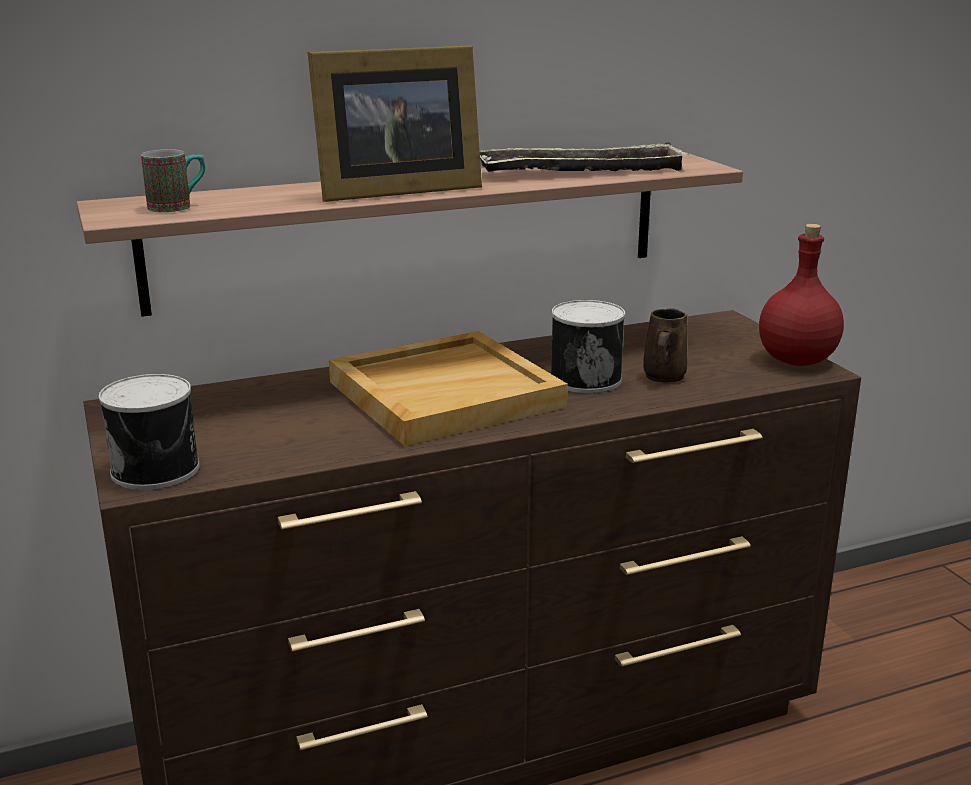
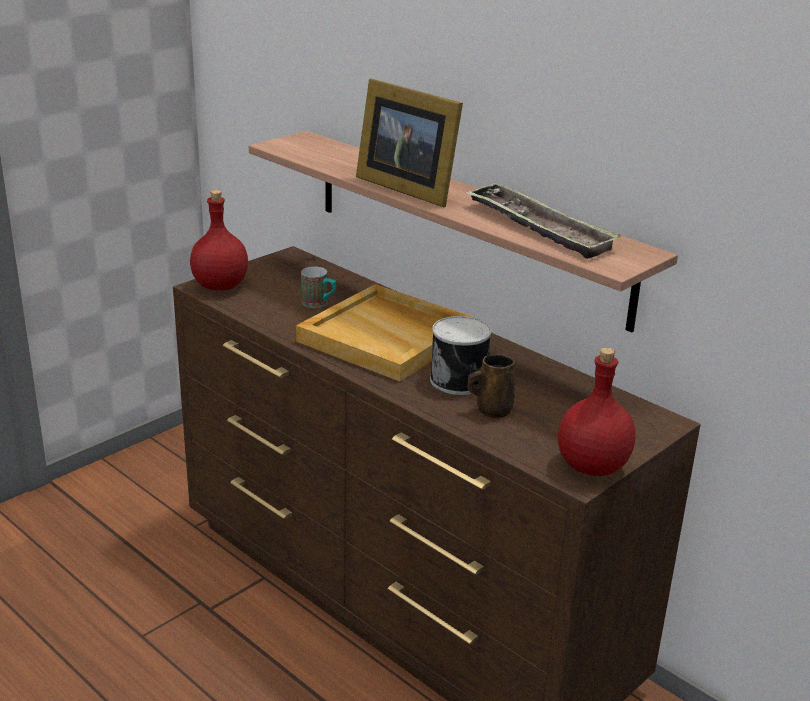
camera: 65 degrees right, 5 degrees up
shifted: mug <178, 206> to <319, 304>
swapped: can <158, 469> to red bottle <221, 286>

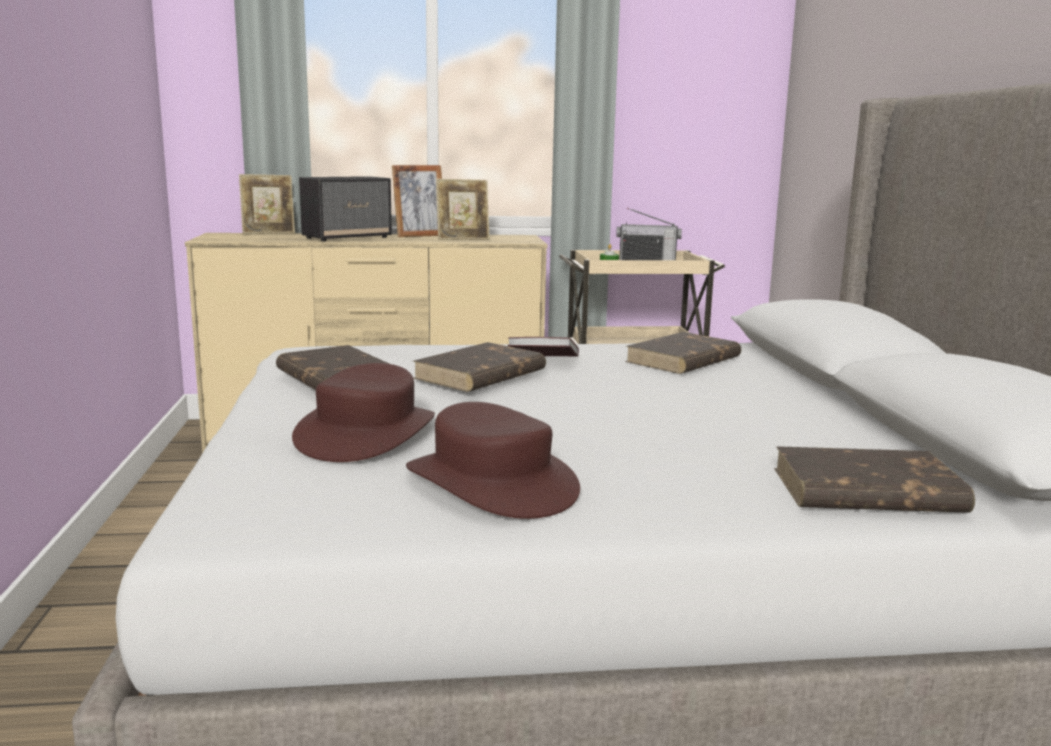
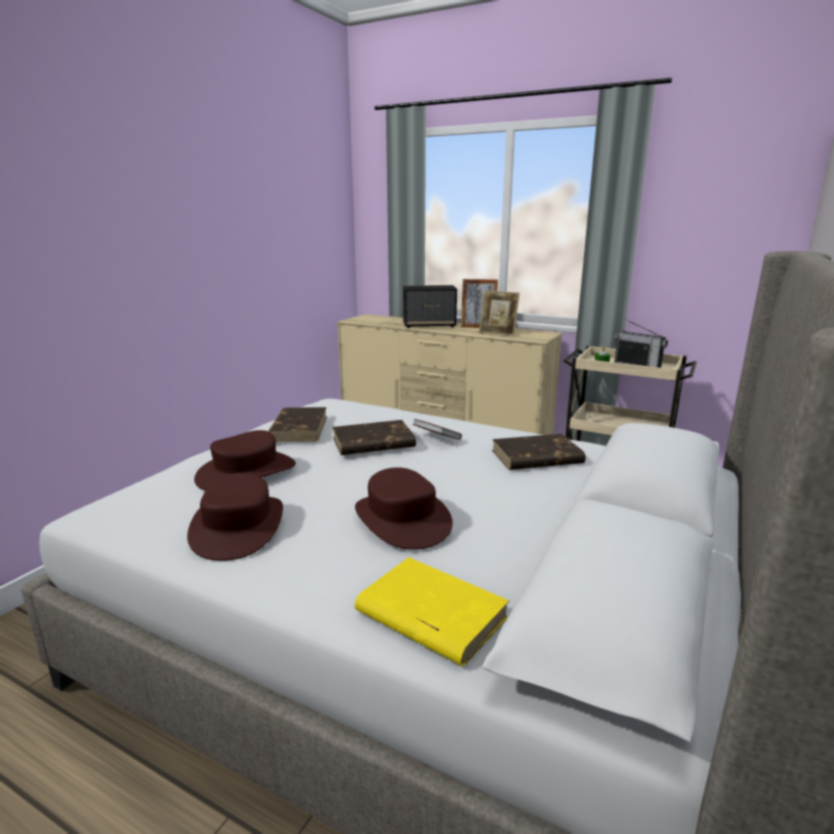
camera: 35 degrees right, 5 degrees up
gone: picture frame <268, 233>
new: brown hat <401, 519>
repainted: brown book <865, 491> to yellow book <430, 615>

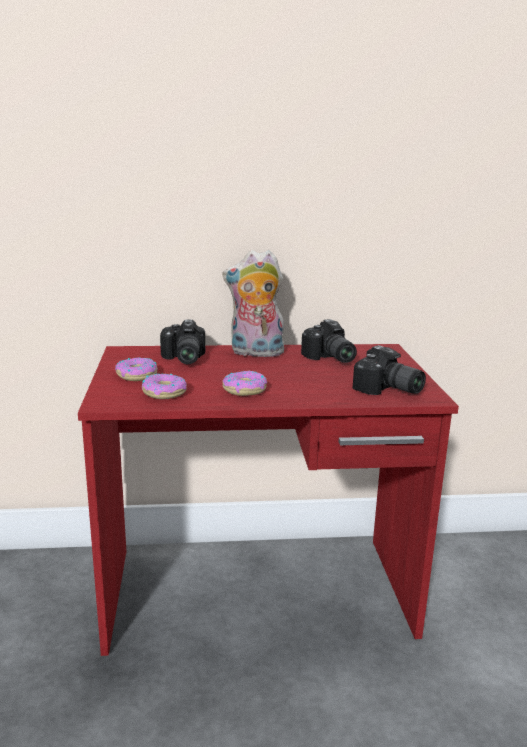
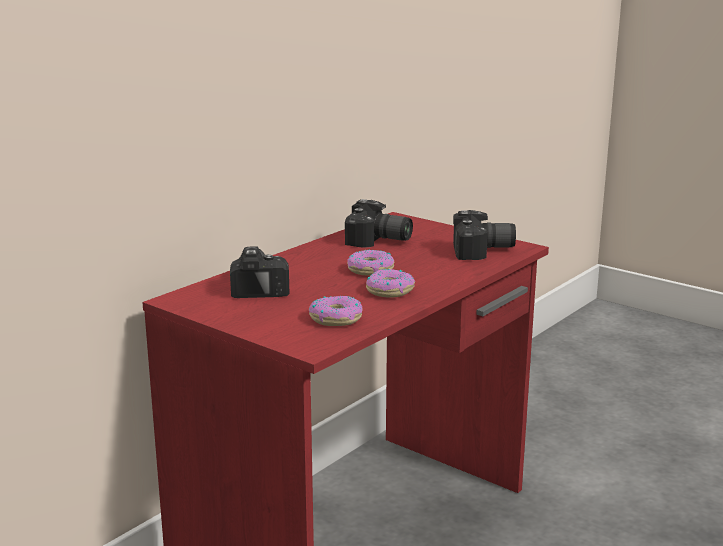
camera: 45 degrees left, 0 degrees up
gone: plush toy <255, 353>
shifted: donut <136, 375> to <370, 270>
rotated: photo camera <182, 359> = <260, 285> 135 degrees counterclockwise

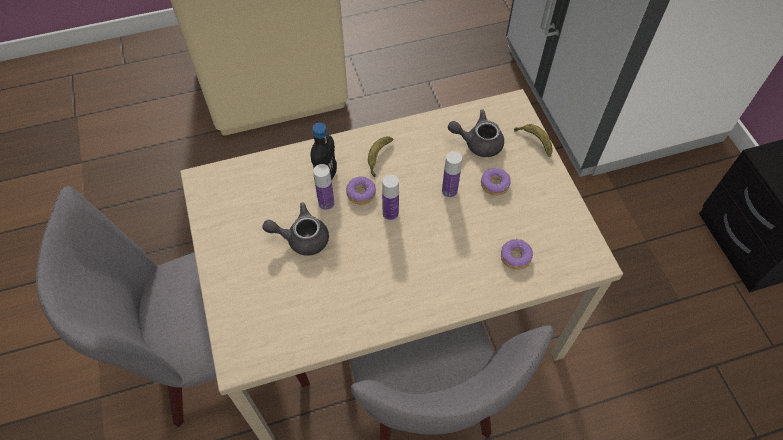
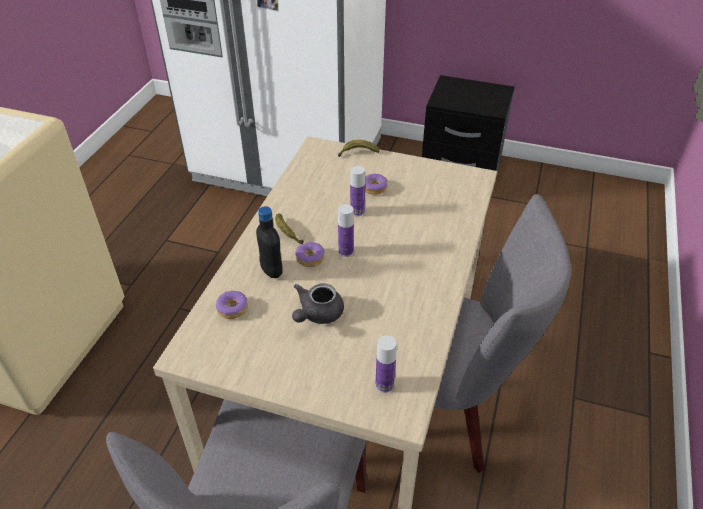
camera: 55 degrees left, 15 degrees down
gone: grey teapot <478, 143>
shifted: donut <515, 257> to <232, 309>; bottle <326, 203> to <384, 385>

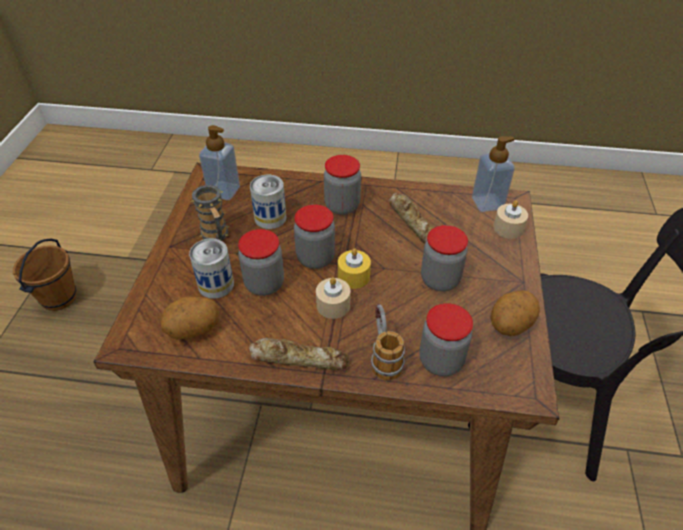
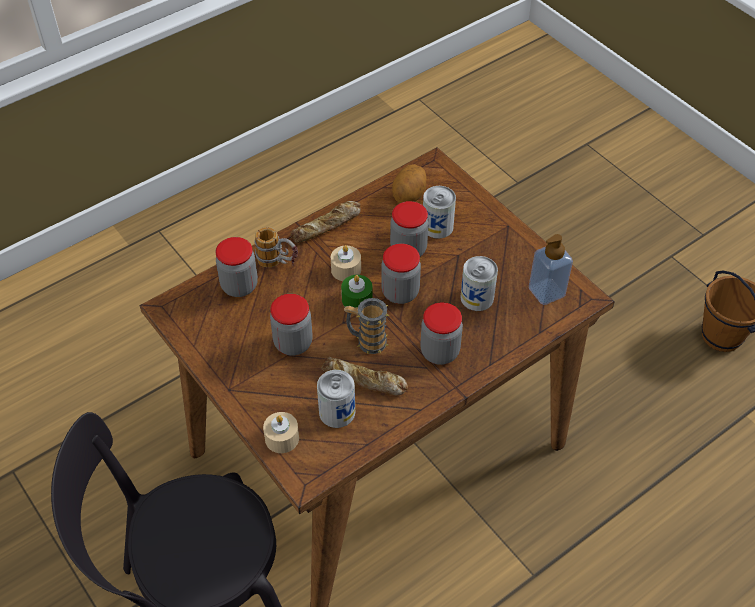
camera: 135 degrees right, 5 degrees up
gone: soap dispenser <487, 203>; potato <510, 325>
new: can <337, 412>
shifted: mug <216, 236> to <367, 341>
repainted: yellow candle <353, 276> to green candle <357, 299>

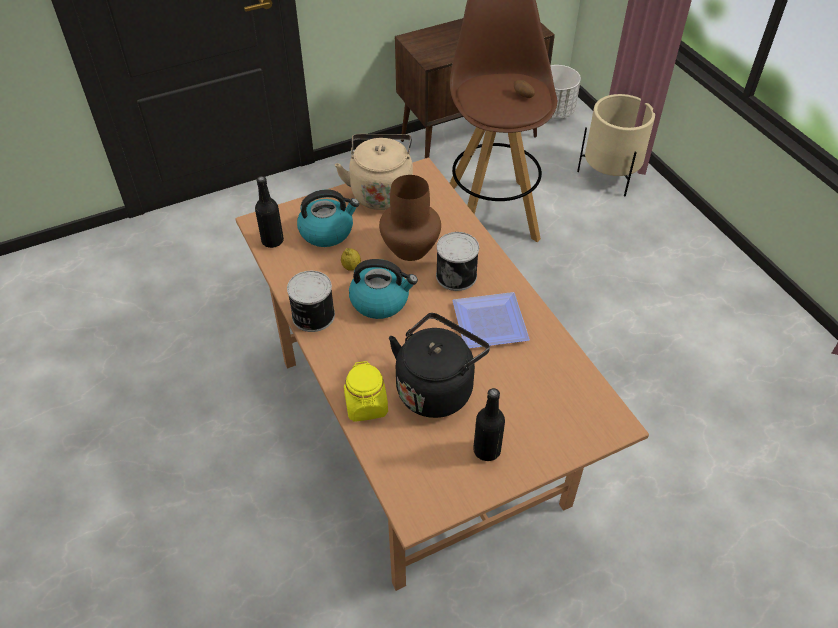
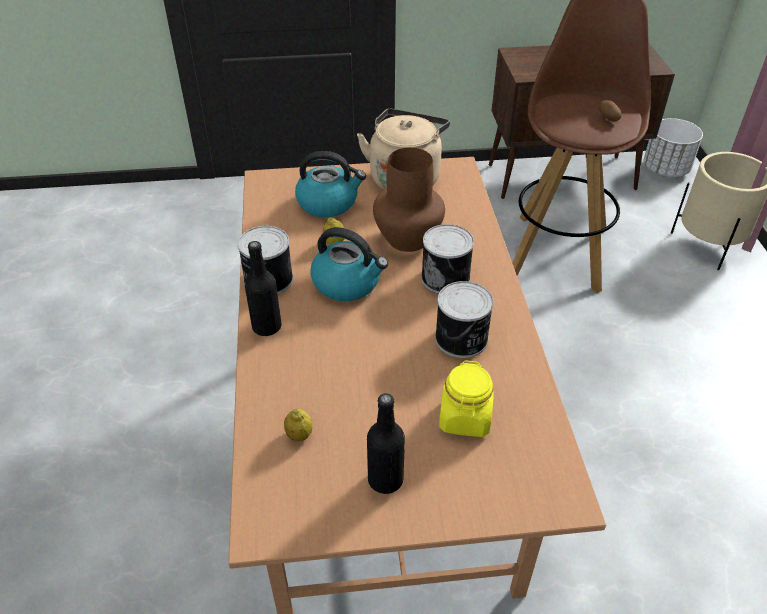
camera: 20 degrees right, 5 degrees down
gone: black kettle <436, 387>
new: lemon <299, 435>
shifted: black bottle <272, 241> to <267, 327>; yellow jar <366, 405> to <465, 418>
swapped: plate <492, 324> to can <462, 339>

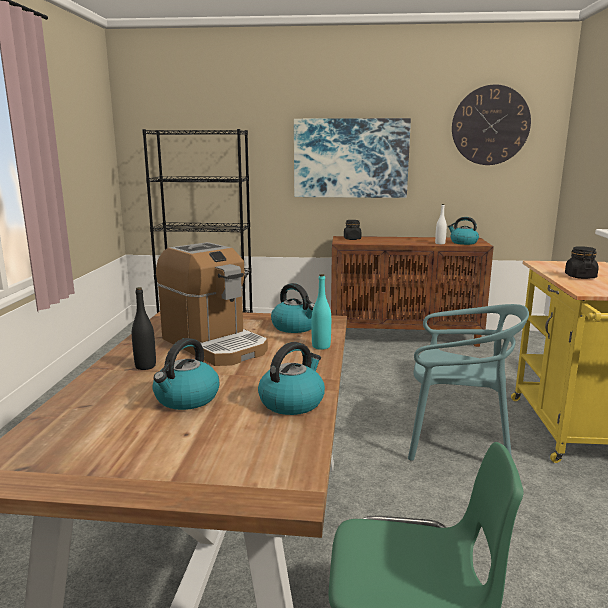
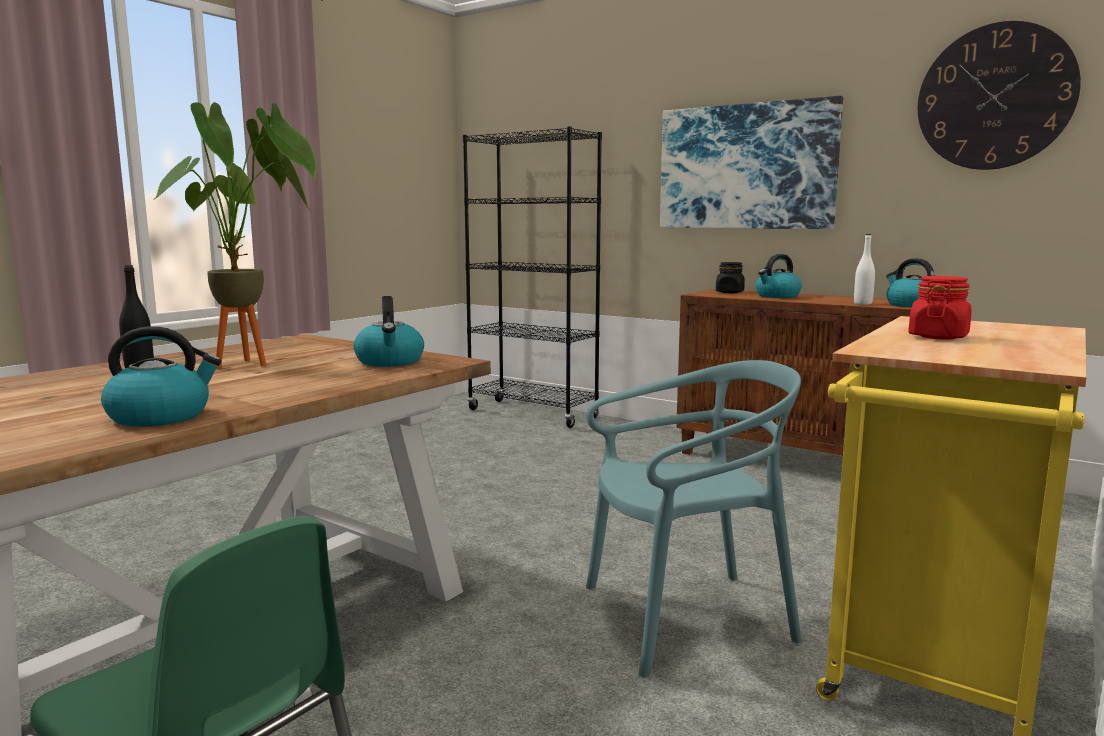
camera: 30 degrees right, 5 degrees down
gone: turquoise bottle <321, 346>
shifted: kettle <186, 399> to <777, 296>
swapped: coffee machine <214, 344> to potted plant <256, 363>
repainted: black jar <580, 277> to red jar <938, 337>
rotated: turquoise chair <457, 442> = <686, 618> 60 degrees counterclockwise

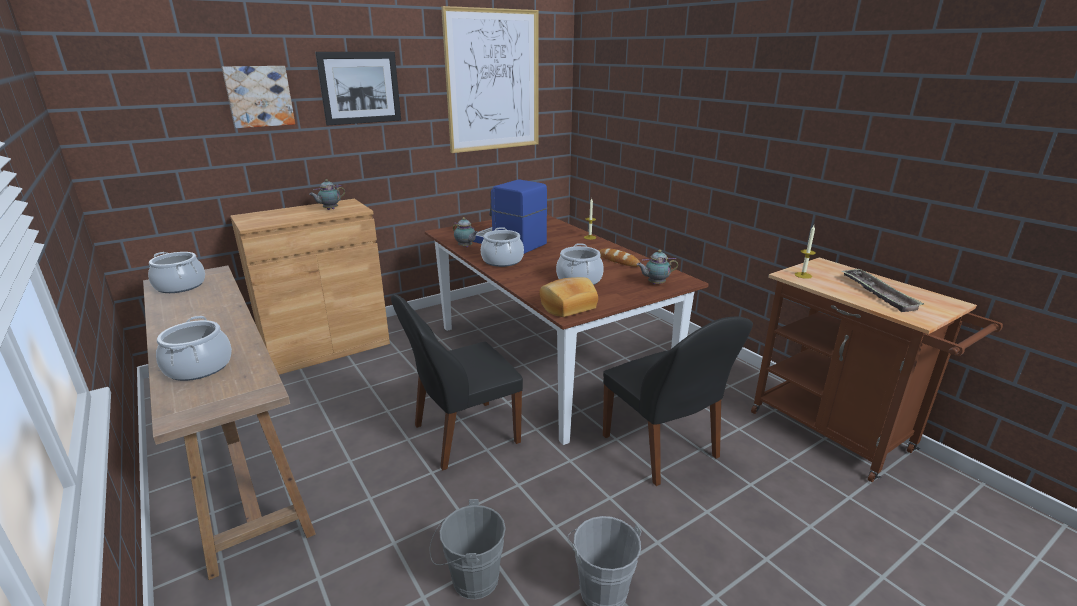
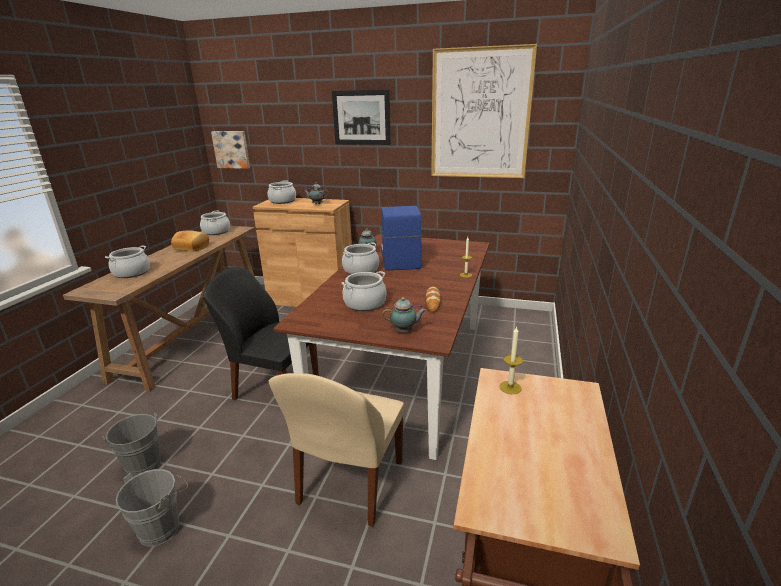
camera: 50 degrees right, 0 degrees up
gone: tray <877, 293>
new: cooking pot <282, 201>
shifted: bread <567, 306> to <192, 247>; picture <259, 96> to <232, 149>
repainted: black chair <661, 448> to beige chair <349, 484>
rotated: teapot <655, 284> = <405, 331> 135 degrees clockwise

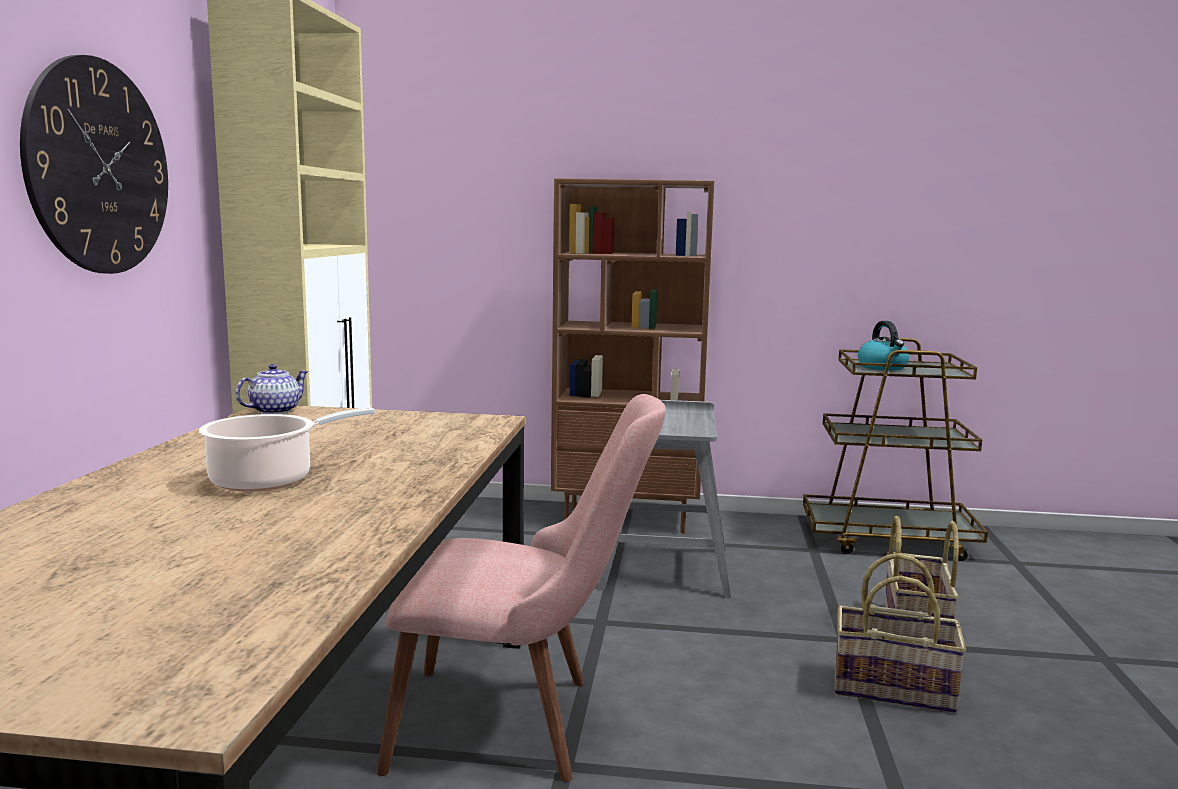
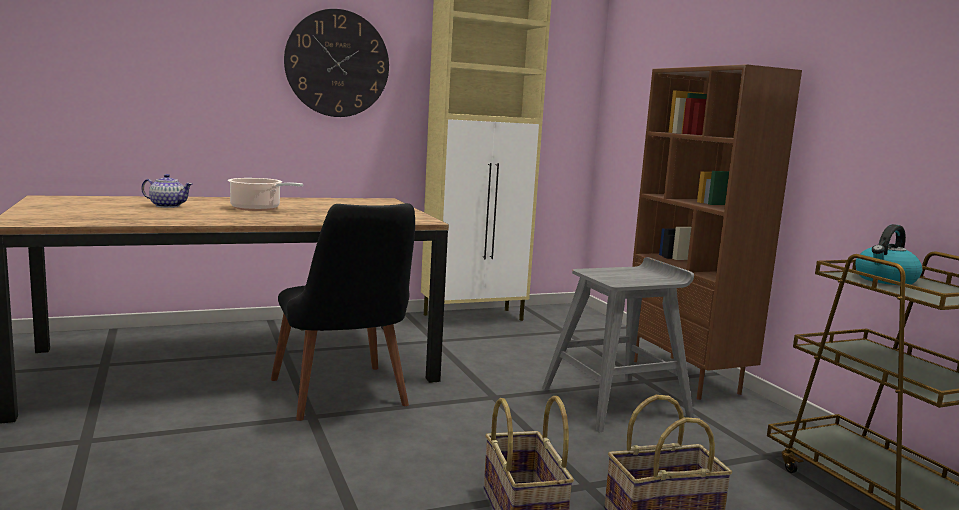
camera: 60 degrees right, 0 degrees up
shifted: teapot <274, 411> to <167, 206>
repainted: pink chair <522, 723> to black chair <345, 399>

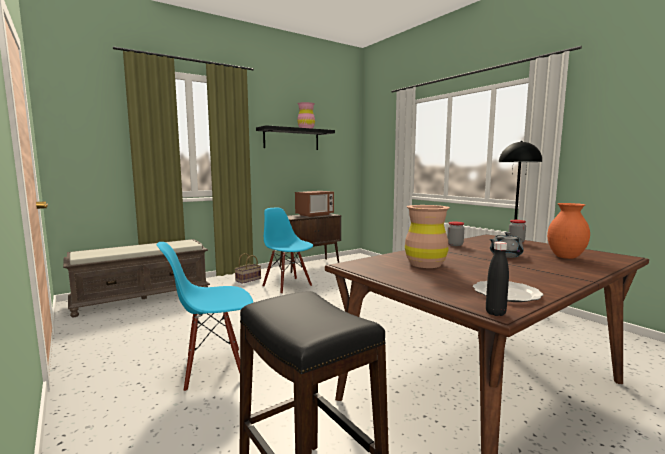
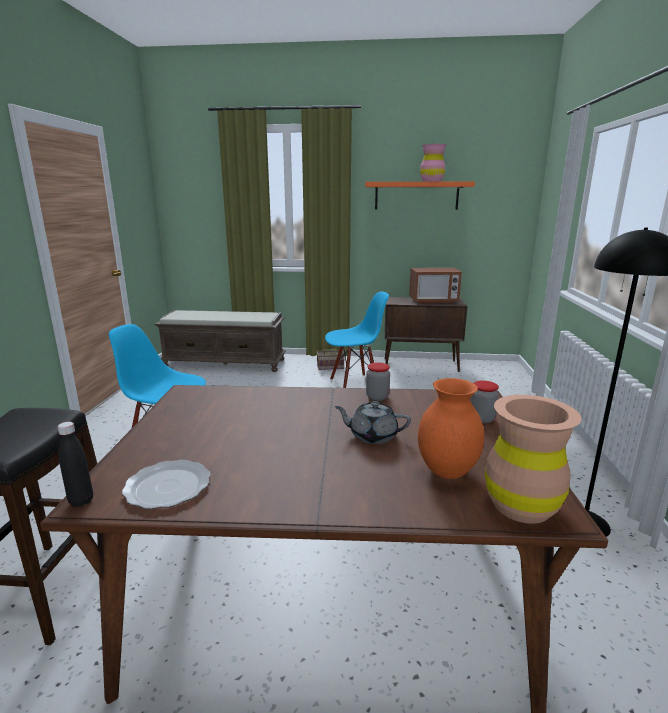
camera: 40 degrees right, 10 degrees up
shifted: brown vase <425, 264> to <521, 505>
repainted: black shelf <291, 139> to orange shelf <416, 196>
rotated: blue chair <287, 286> = <354, 385> 75 degrees clockwise

